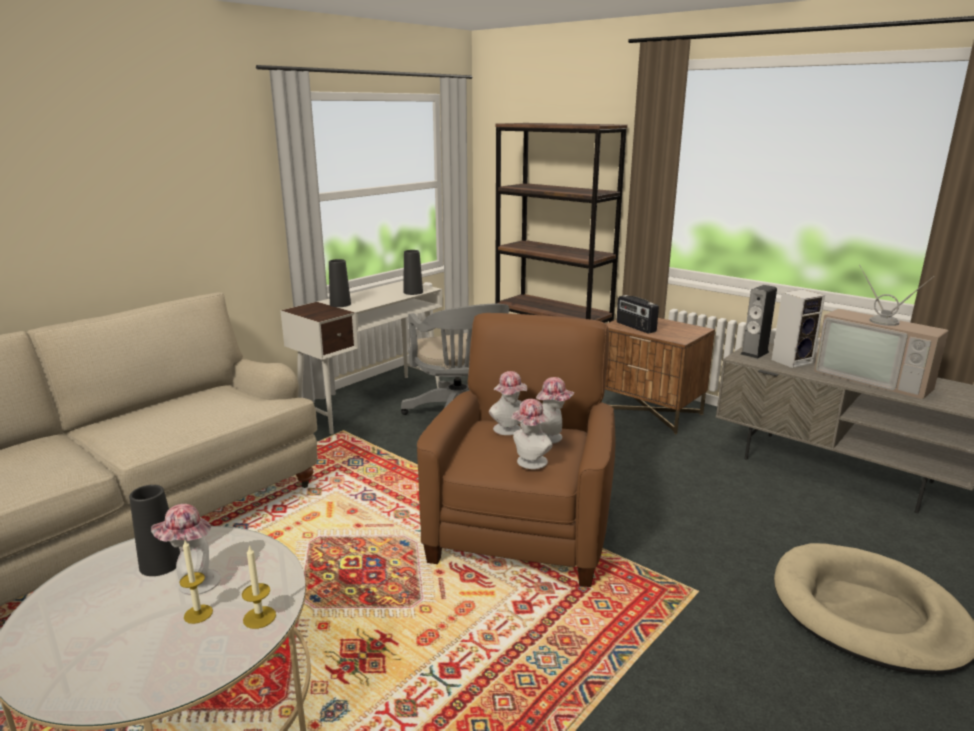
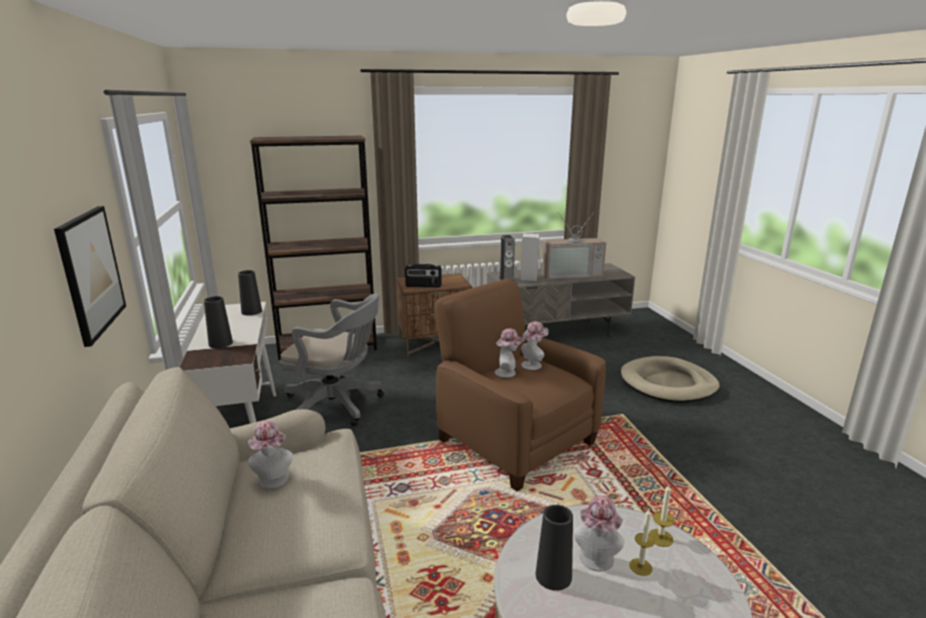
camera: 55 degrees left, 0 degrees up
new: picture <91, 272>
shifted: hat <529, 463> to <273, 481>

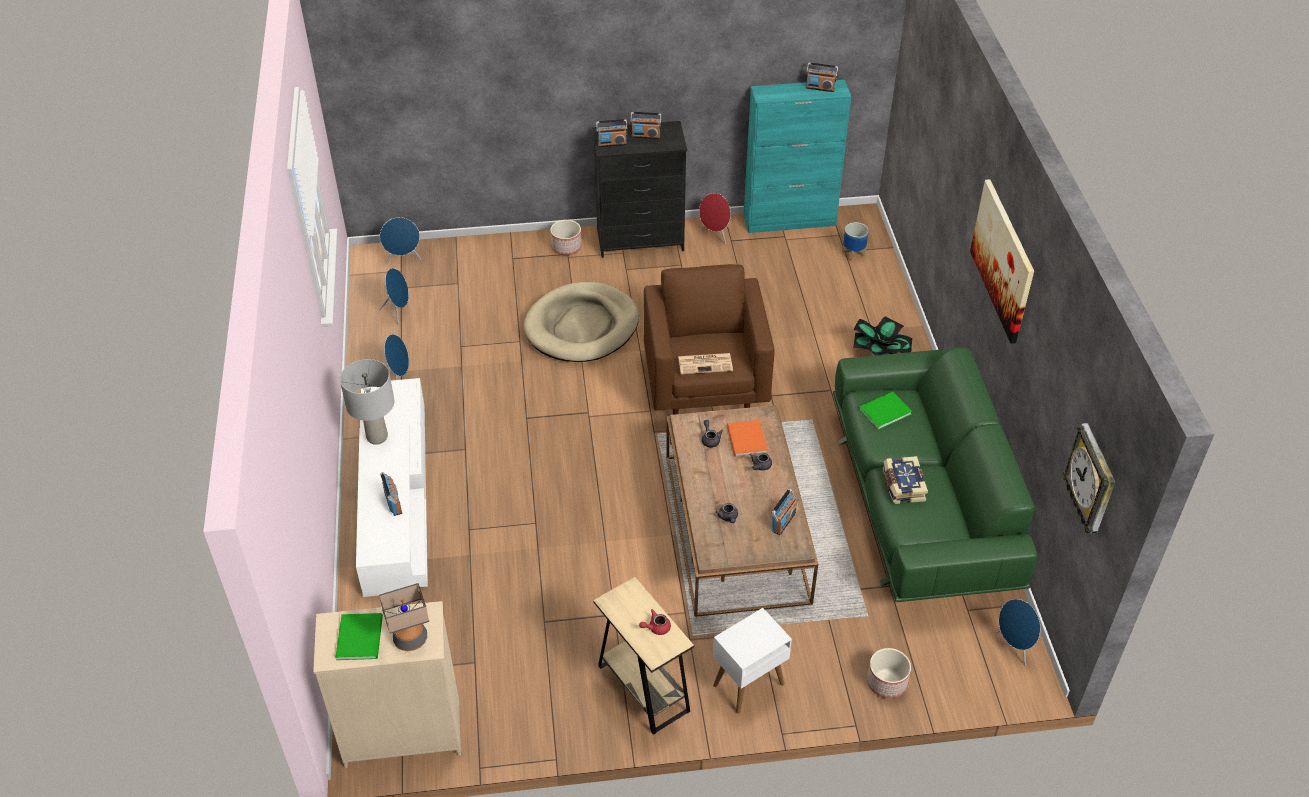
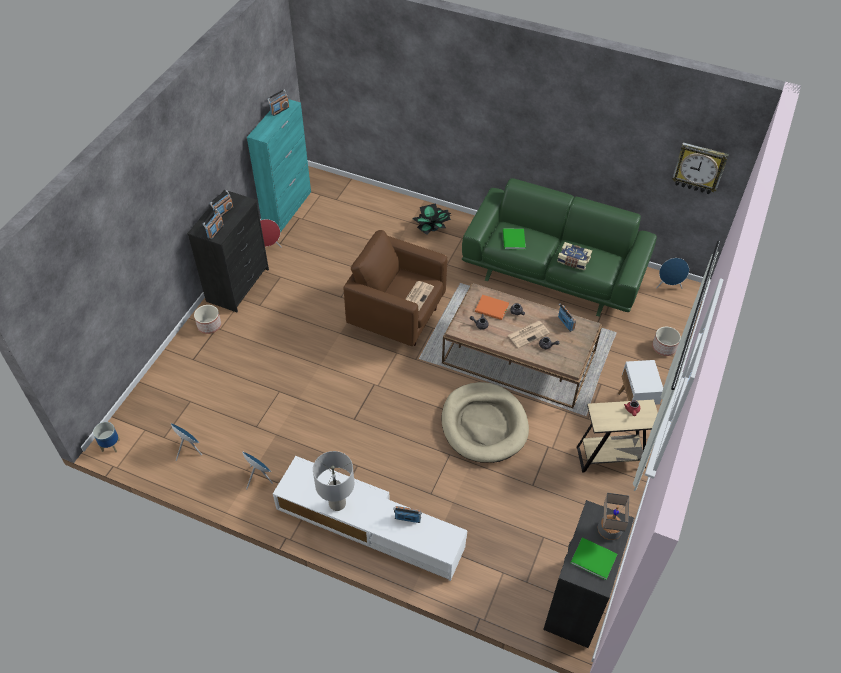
camera: 60 degrees left, 5 degrees up
gone: blue speaker <403, 259>; picture <1003, 260>
new: newspaper <528, 334>
shifted: planter <853, 254> to <110, 446>; beige dog bed <582, 326> to <484, 425>
repainted: beige dresser <402, 732> to black dresser <577, 601>

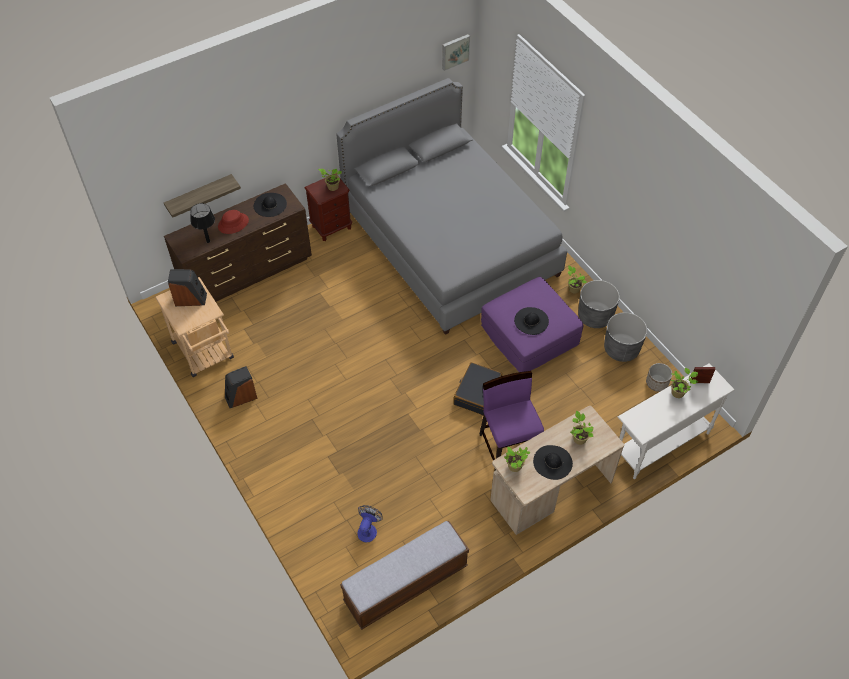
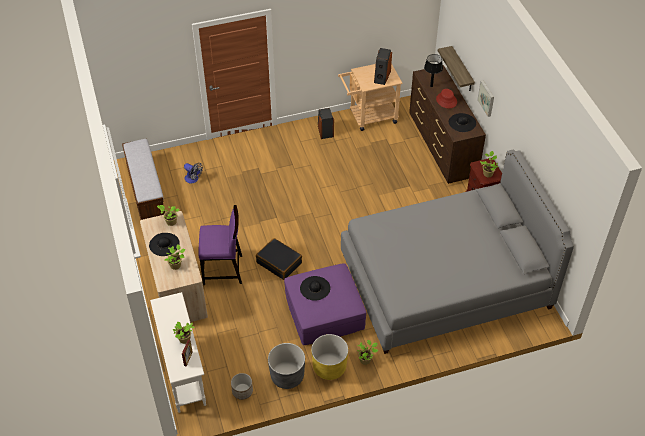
camera: 105 degrees right, 5 degrees down
shifted: picture <455, 51> to <487, 98>
repainted: grey planter <595, 316> to yellow planter <329, 367>

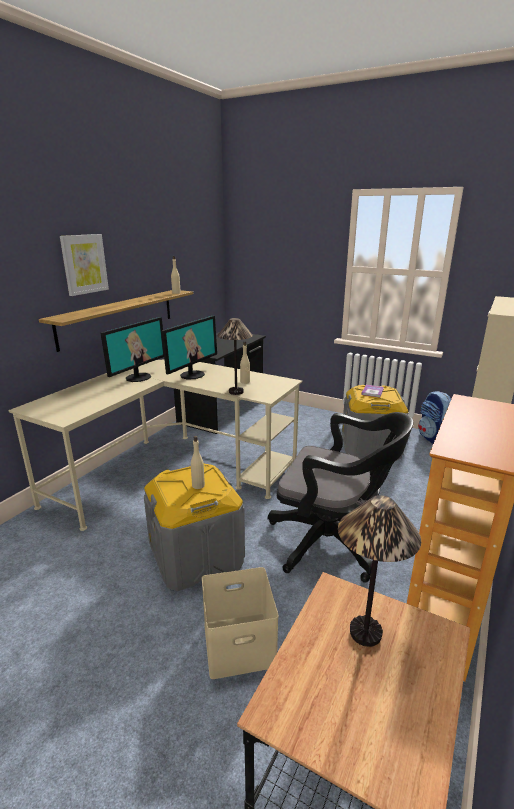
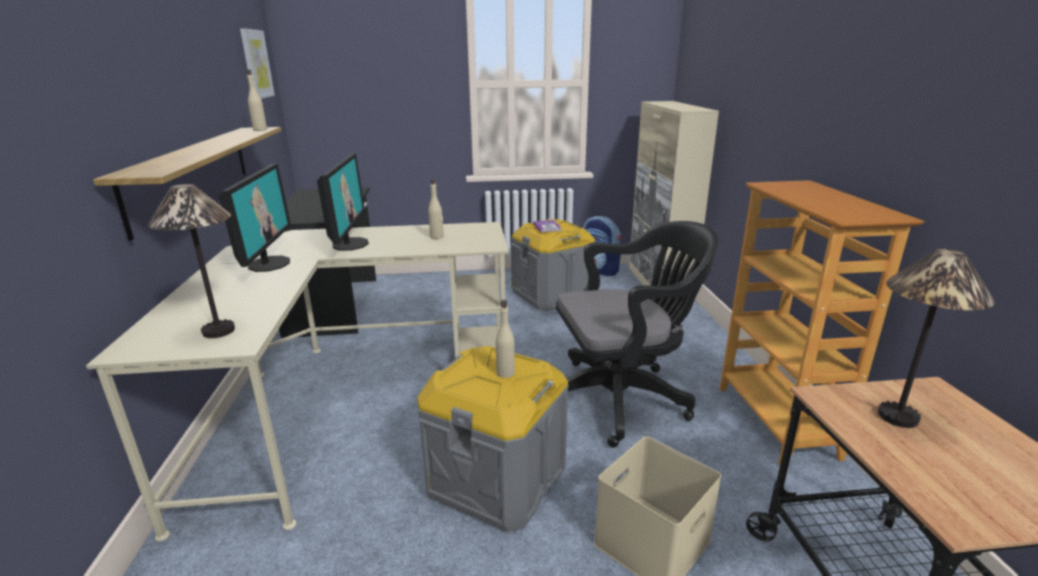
camera: 35 degrees left, 0 degrees up
shifted: table lamp <236, 392> to <218, 331>; picture <84, 264> to <256, 64>

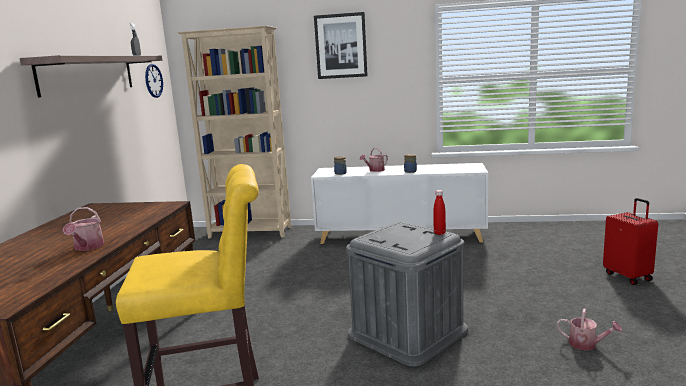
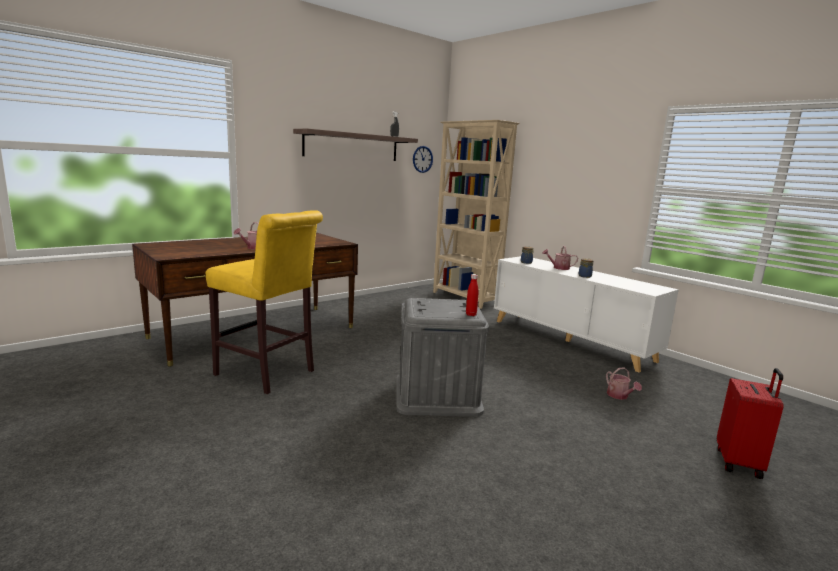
camera: 40 degrees right, 0 degrees up
gone: picture <341, 46>
shifted: watering can <586, 344> to <619, 396>

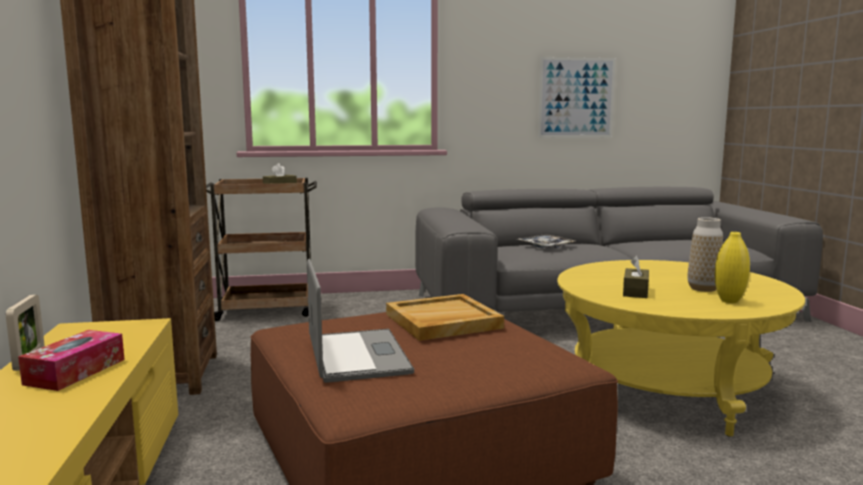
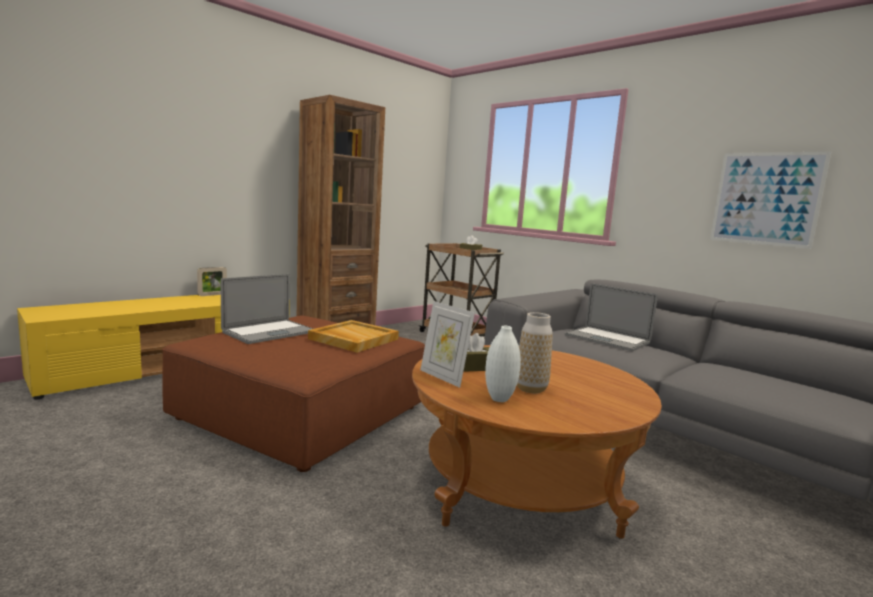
camera: 55 degrees right, 0 degrees up
gone: tissue box <75, 371>
new: picture frame <443, 377>
swapped: tray <545, 246> to laptop <607, 339>
repainted: yellow coffee table <666, 387> to brown coffee table <521, 483>; yellow vase <729, 301> to white vase <499, 399>

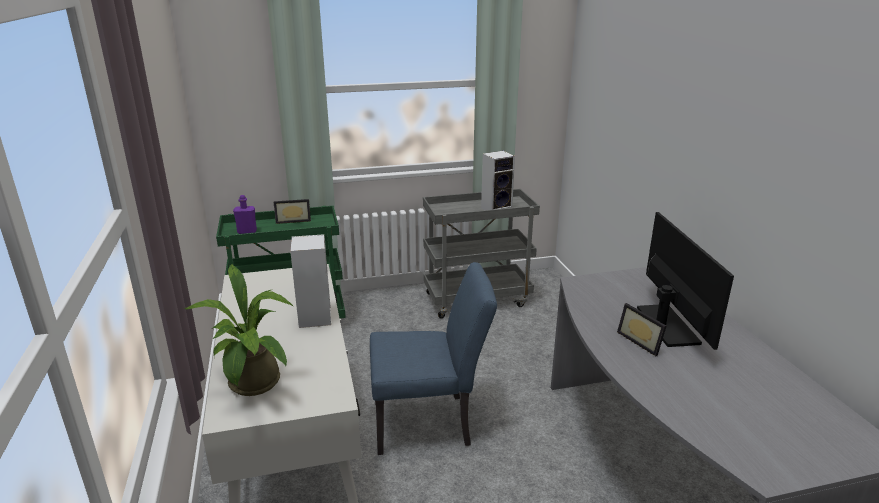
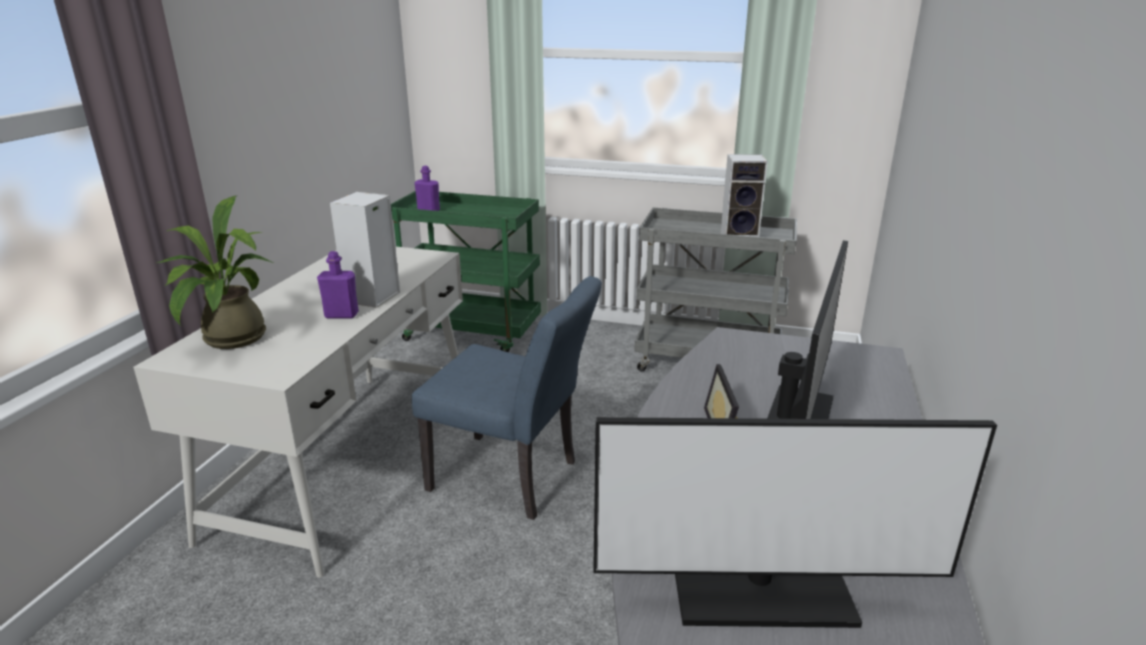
camera: 30 degrees right, 0 degrees up
gone: picture frame <293, 220>
new: purple bottle <341, 315>; monitor <762, 595>

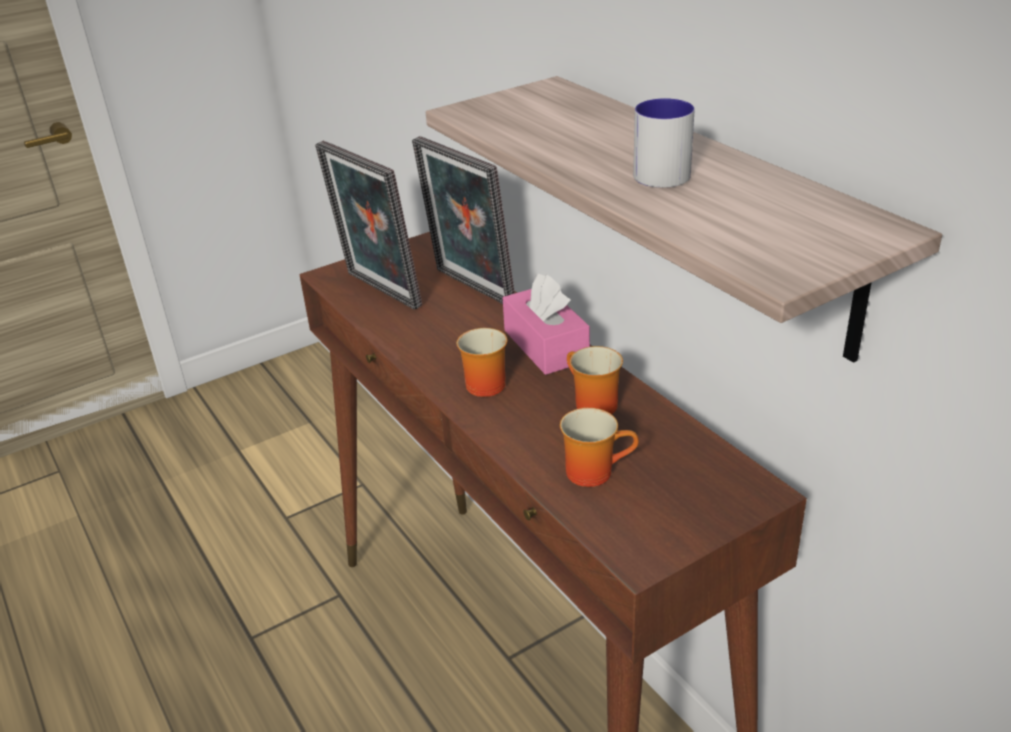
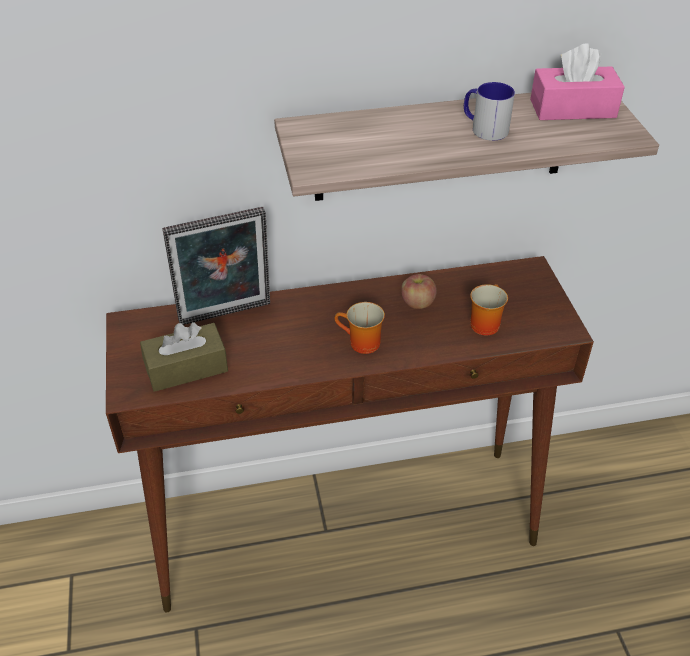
camera: 70 degrees left, 10 degrees up
shifted: pink tissue box <546, 345> to <572, 108>
swapped: picture frame <378, 292> to brown tissue box <186, 368>; mug <590, 405> to apple <417, 303>

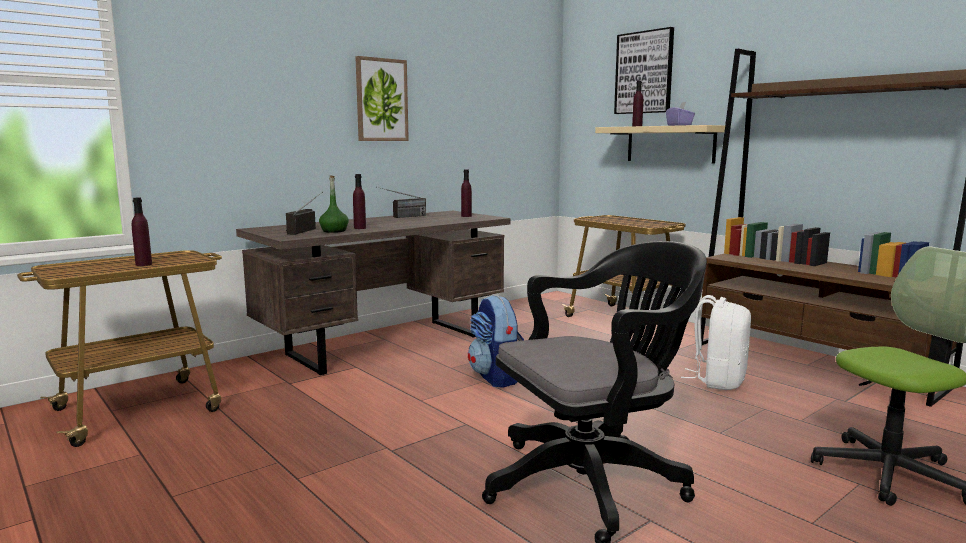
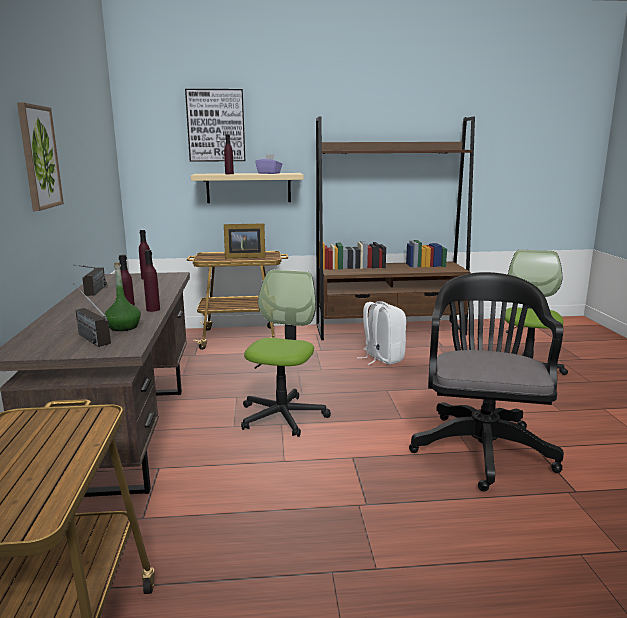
camera: 55 degrees left, 5 degrees up
new: picture frame <243, 257>
shifted: purple bottle <143, 264> to <153, 309>
swapped: backpack <497, 378> to office chair <282, 416>

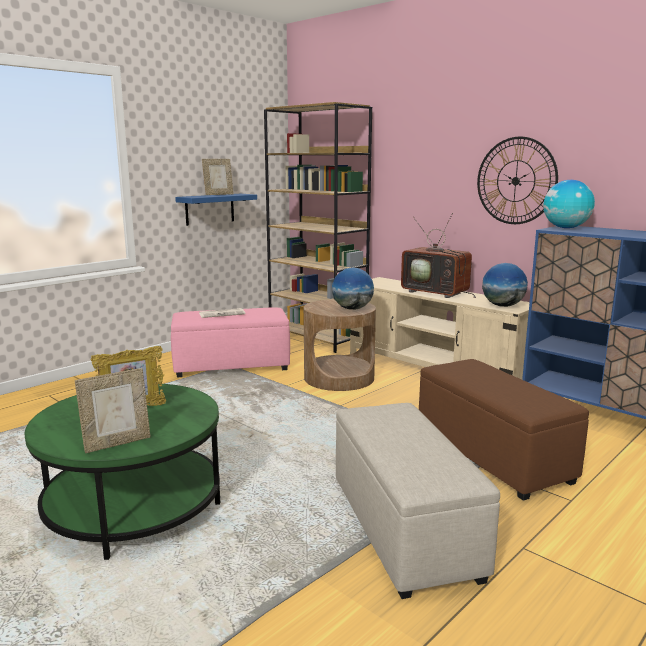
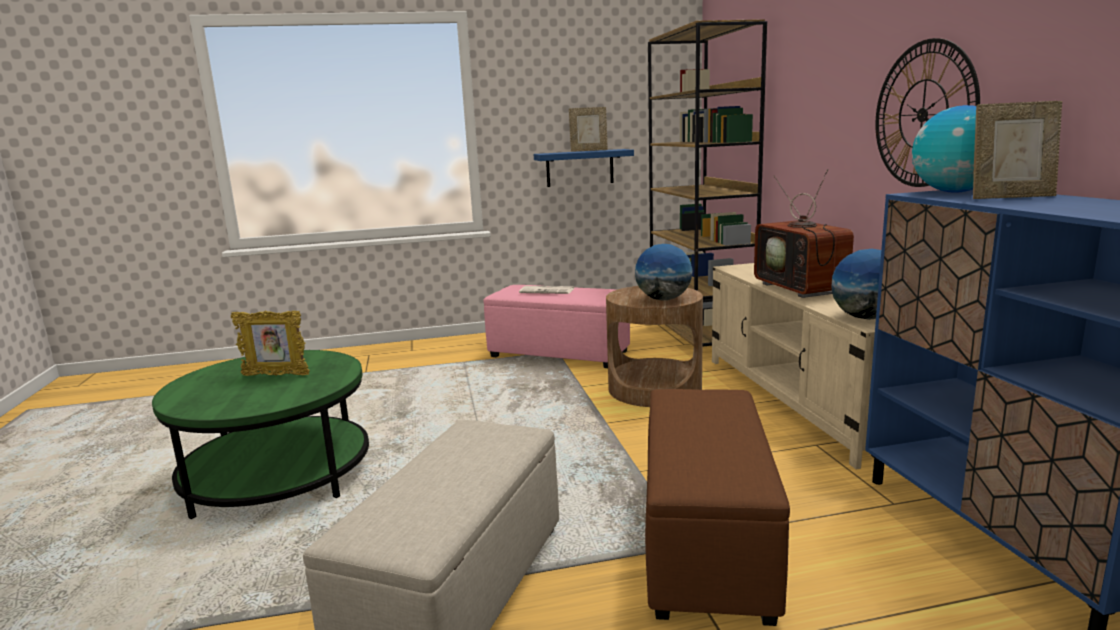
camera: 35 degrees right, 0 degrees up
shifted: picture frame <117, 443> to <1010, 197>

